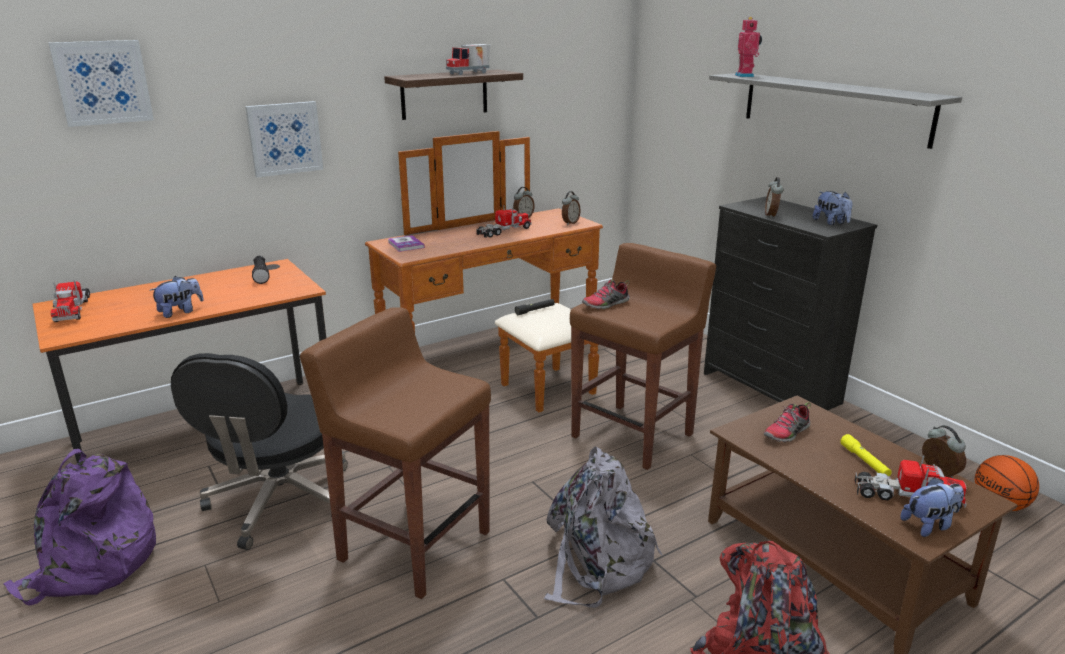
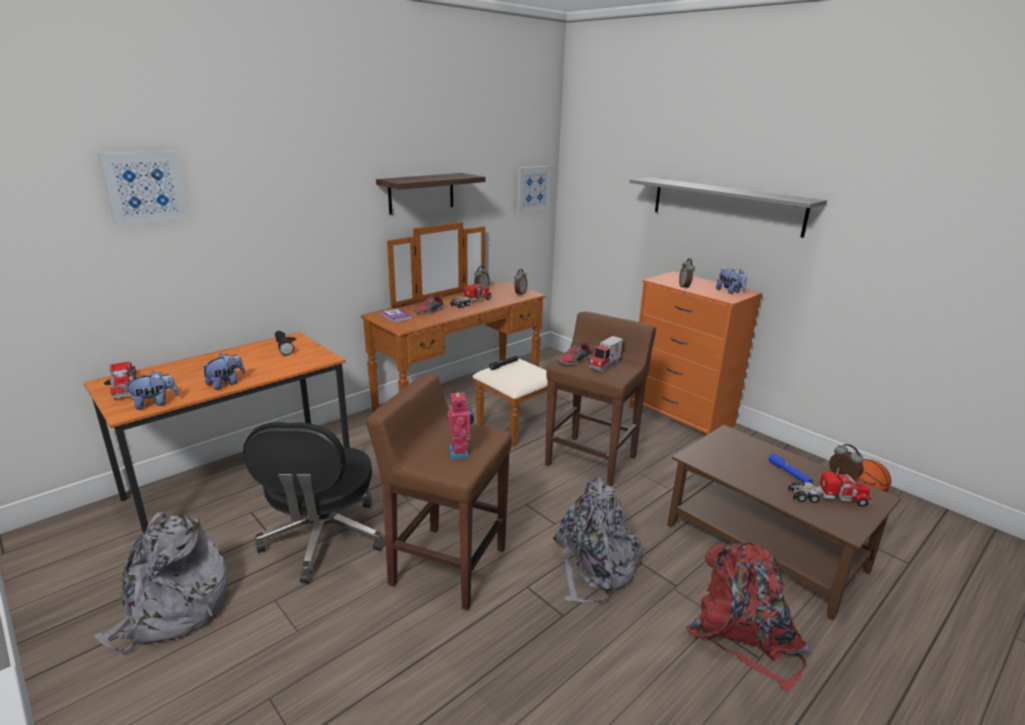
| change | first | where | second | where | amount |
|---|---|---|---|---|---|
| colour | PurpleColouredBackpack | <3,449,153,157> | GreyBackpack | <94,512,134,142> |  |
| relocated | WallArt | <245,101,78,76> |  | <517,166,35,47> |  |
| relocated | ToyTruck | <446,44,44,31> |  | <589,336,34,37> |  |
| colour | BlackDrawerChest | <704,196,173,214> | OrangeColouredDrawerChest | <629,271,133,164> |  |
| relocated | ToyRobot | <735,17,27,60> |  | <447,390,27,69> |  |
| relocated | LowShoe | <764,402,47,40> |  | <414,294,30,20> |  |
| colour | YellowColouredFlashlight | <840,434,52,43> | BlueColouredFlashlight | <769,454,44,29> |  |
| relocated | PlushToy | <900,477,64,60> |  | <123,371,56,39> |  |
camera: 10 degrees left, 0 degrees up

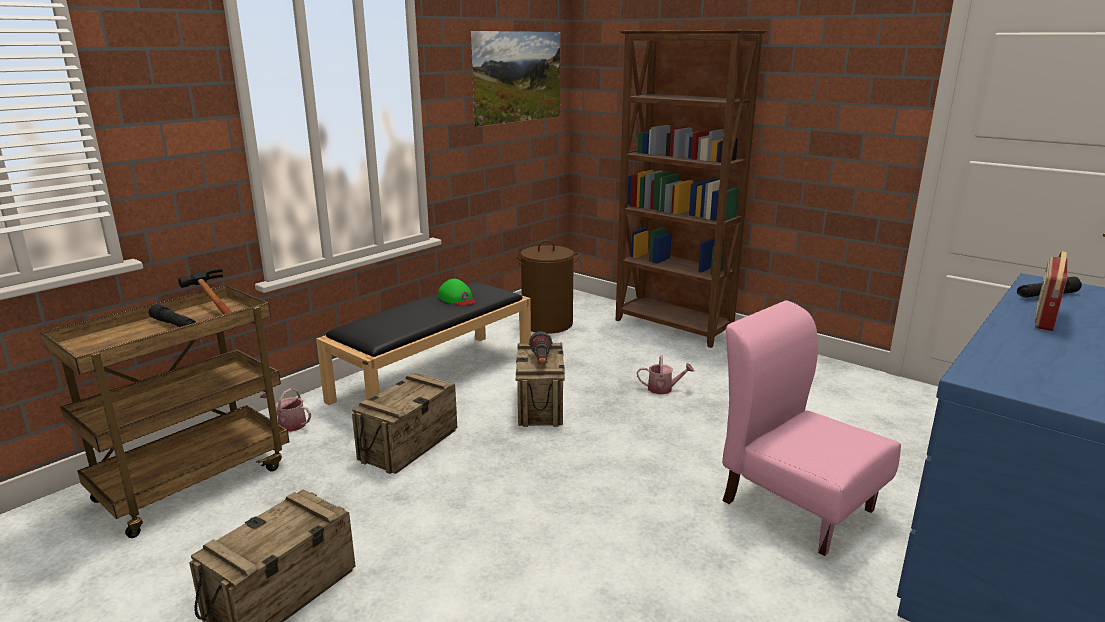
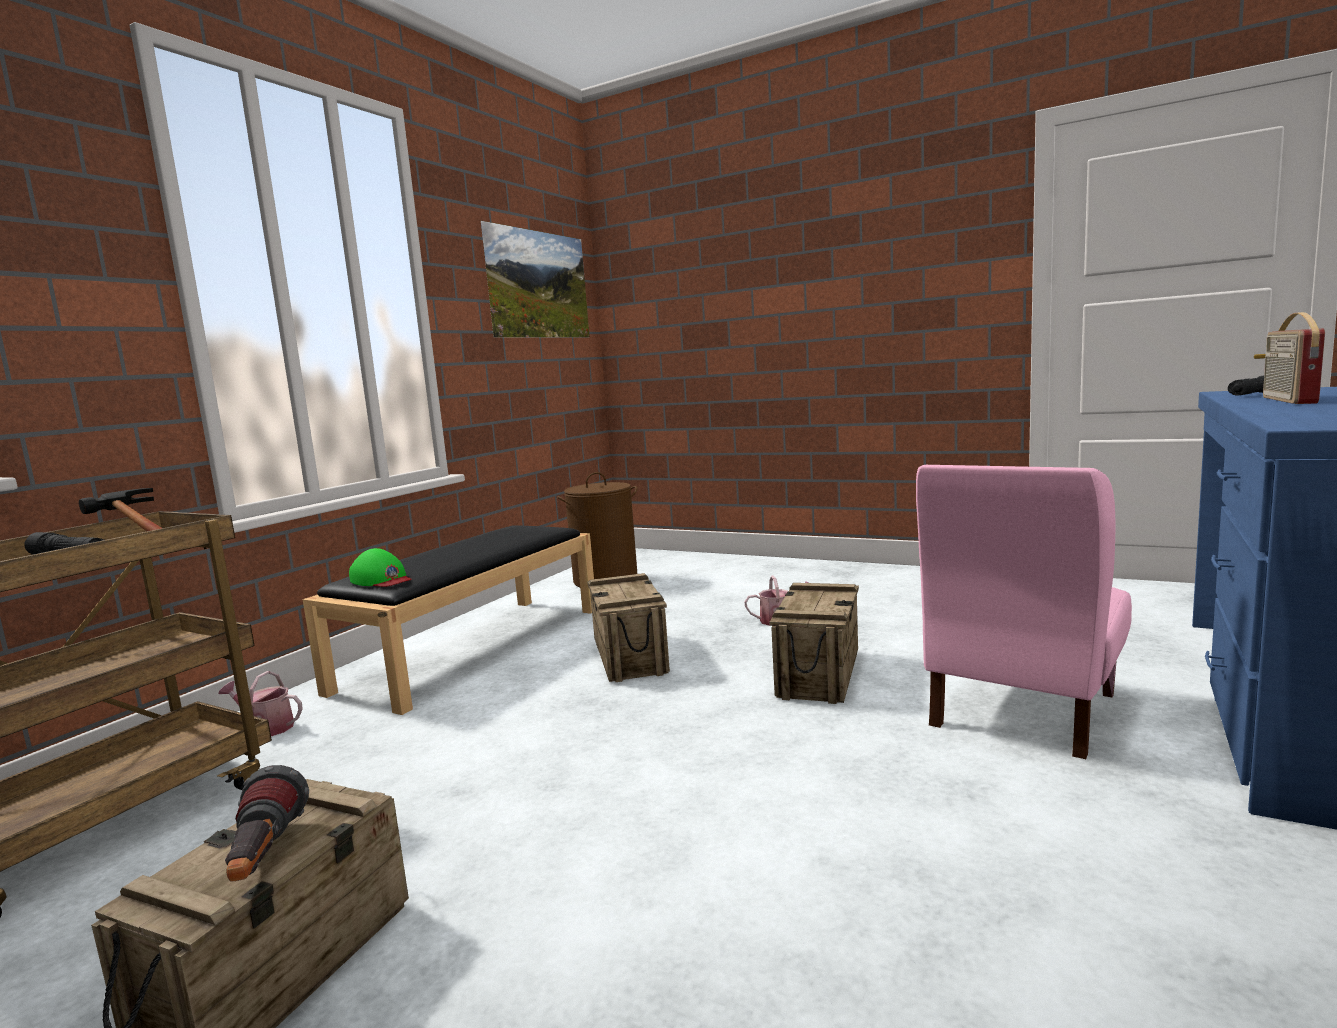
| change | first | where | second | where | amount |
|---|---|---|---|---|---|
| relocated | ShippingCrate | <352,373,105,101> |  | <769,583,90,121> |  |
| relocated | GreenColouredBaseballCap | <438,279,38,27> |  | <349,548,63,39> |  |
| relocated | Flashlight | <529,331,24,34> |  | <225,765,84,117> |  |
| missing | BrownColouredBookcase | <616,30,151,318> |  |  |  |
| spun | PinkPlainChair | <722,300,179,256> |  | <916,465,216,294> | 90 degrees counterclockwise |
camera: 10 degrees left, 10 degrees down

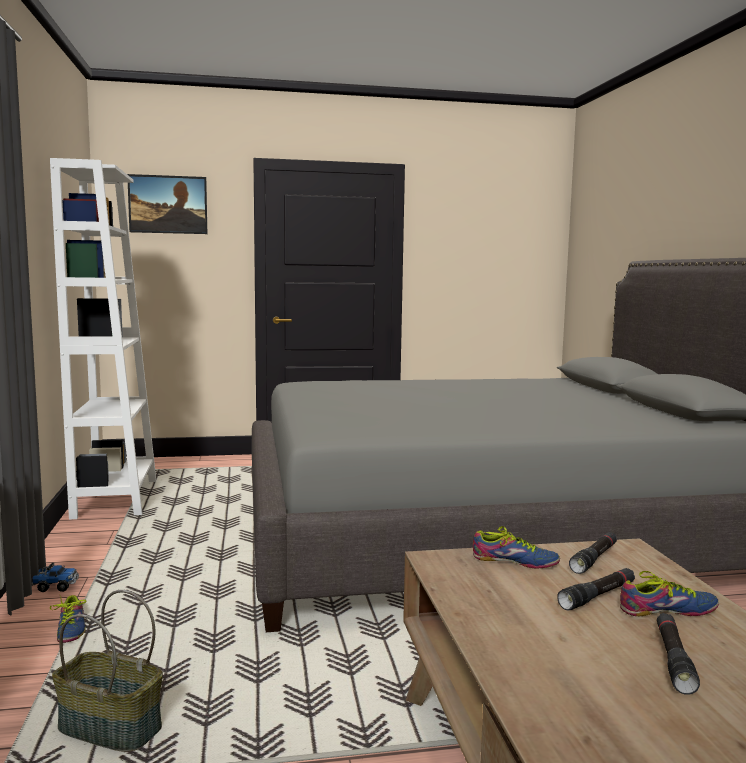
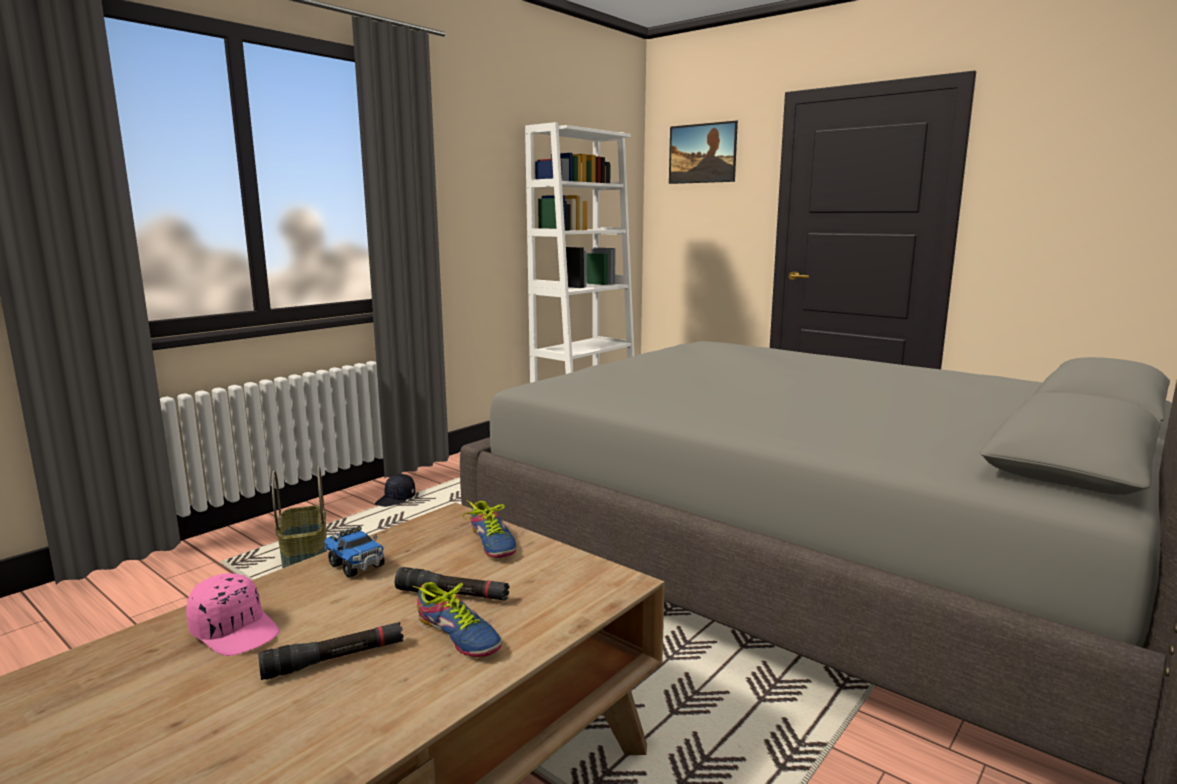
| change | first | where | second | where | amount |
|---|---|---|---|---|---|
| relocated | ToyTruck | <32,563,47,29> |  | <324,526,61,52> |  |
| exchanged | LowShoe | <50,595,37,48> | BlackBaseballCap | <375,474,40,33> |  |
| missing | BlackFlashlight | <569,532,48,42> |  |  |  |
| appeared |  |  | PinkBaseballCap | <186,573,94,83> |  |
camera: 50 degrees right, 5 degrees up

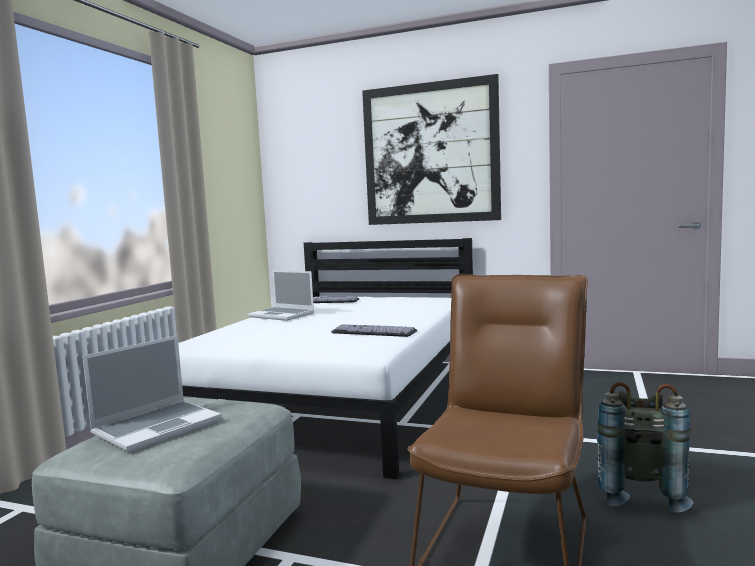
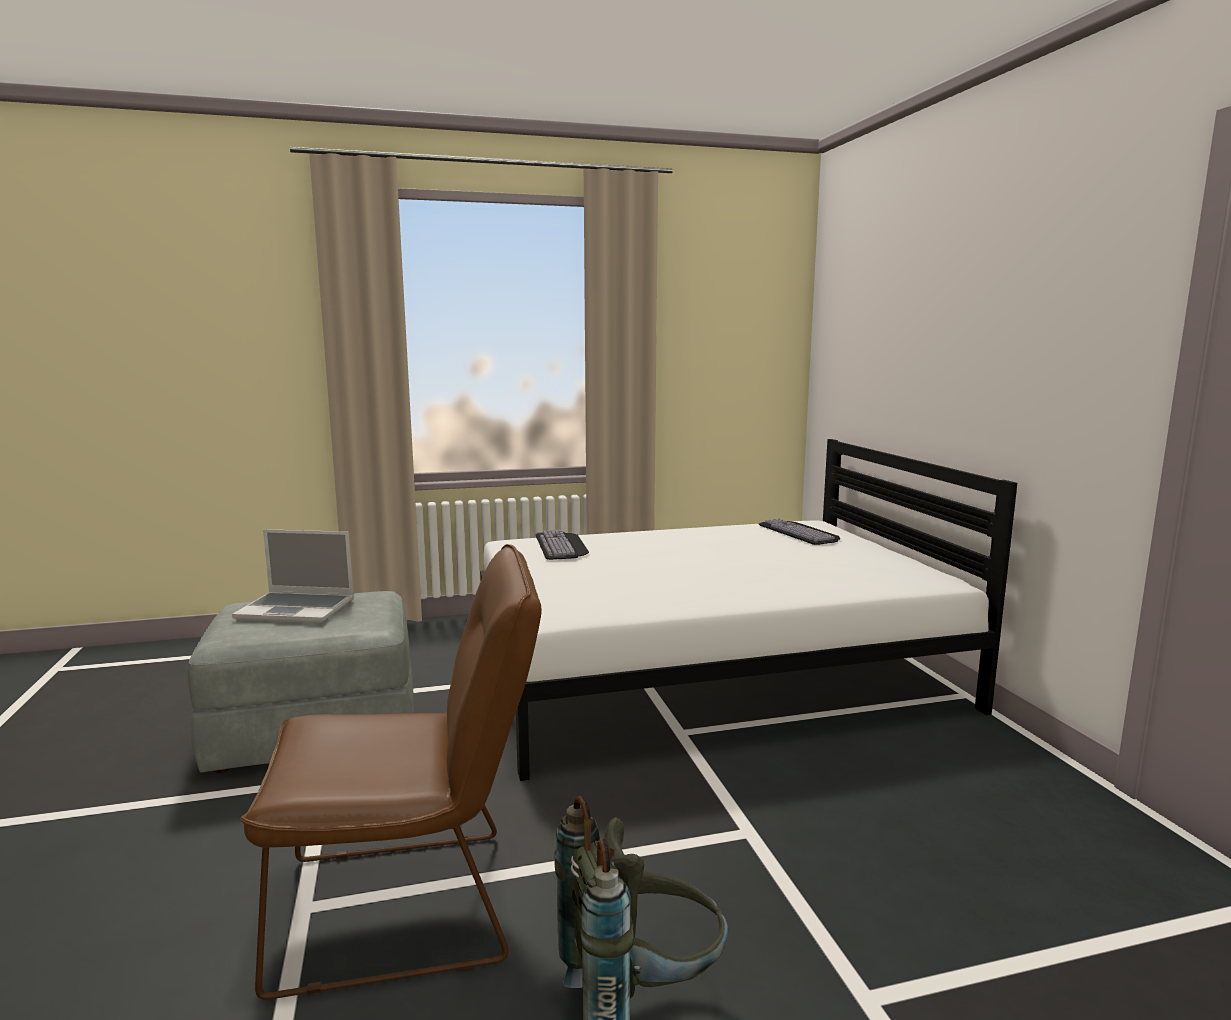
| change | first | where | second | where | amount |
|---|---|---|---|---|---|
| missing | NotebookComputer | <248,270,66,51> |  |  |  |
| relocated | ComputerKeyboard | <331,324,86,13> |  | <535,530,54,30> |  |
| missing | WallArt | <362,74,139,151> |  |  |  |
camera: 55 degrees right, 5 degrees up

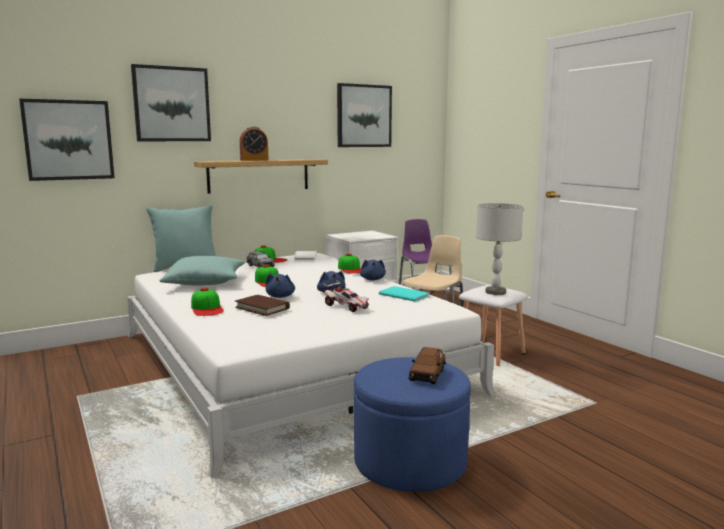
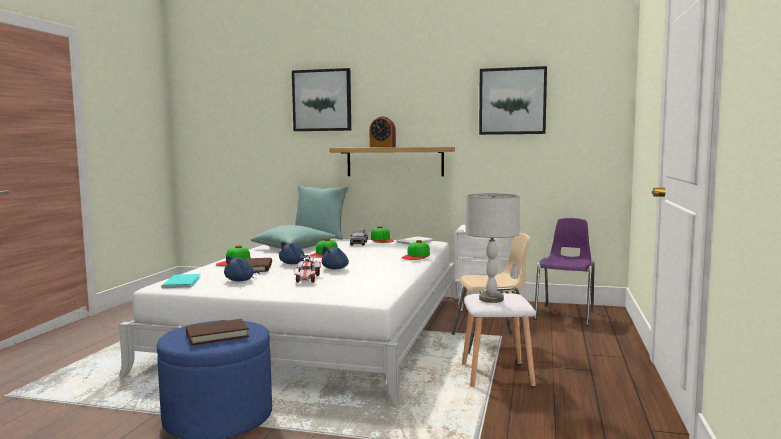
| change | first | where | second | where | amount |
|---|---|---|---|---|---|
| missing | WallArt | <19,99,96,82> |  |  |  |
| relocated | BlueColouredPlushToy | <360,260,26,20> |  | <224,256,36,25> |  |
| relocated | TurquoiseBoundBook | <379,286,50,16> |  | <161,274,40,14> |  |
| exchanged | BrownColouredModelCar | <409,347,37,37> | BrownColouredBoundBook | <186,319,63,26> |  |
camera: 45 degrees right, 5 degrees down

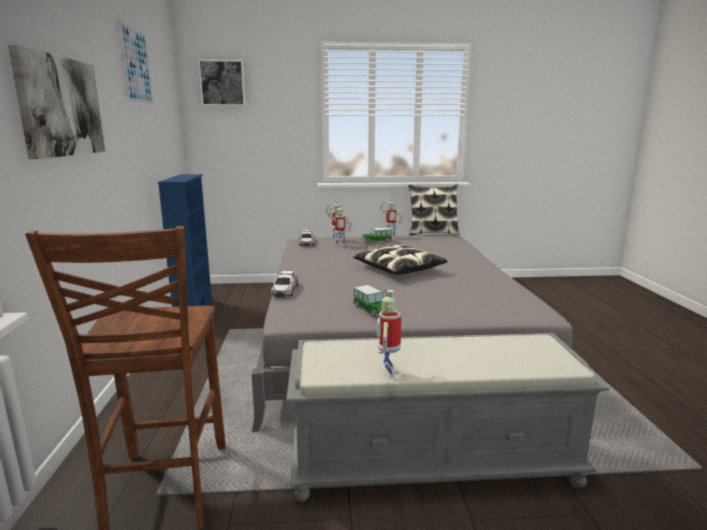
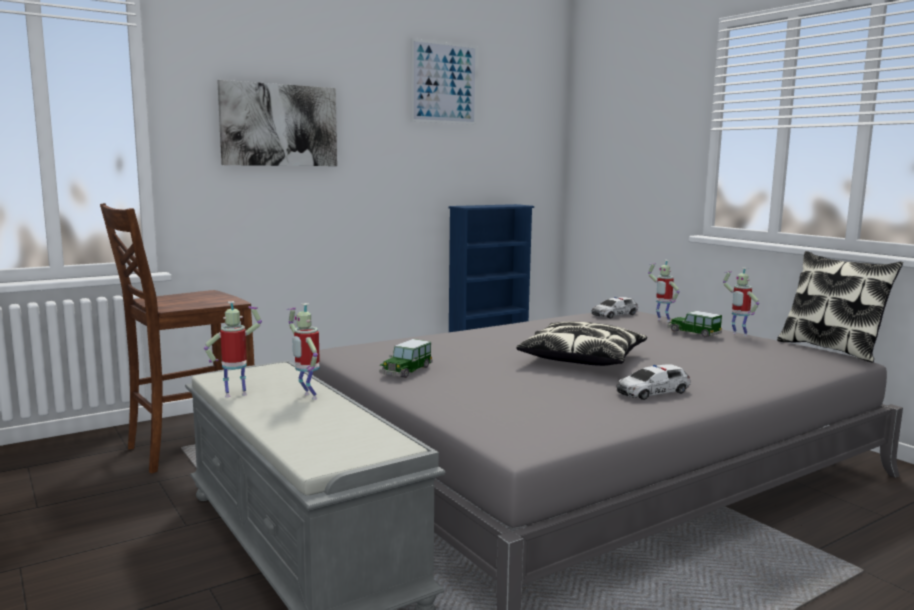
| change | first | where | second | where | amount |
|---|---|---|---|---|---|
| missing | WallArt | <198,59,48,47> |  |  |  |
| relocated | ModelCar | <271,271,27,26> |  | <617,365,74,35> |  |
| relocated | ToyRobot | <328,204,24,42> |  | <286,303,34,97> |  |
camera: 60 degrees right, 5 degrees down

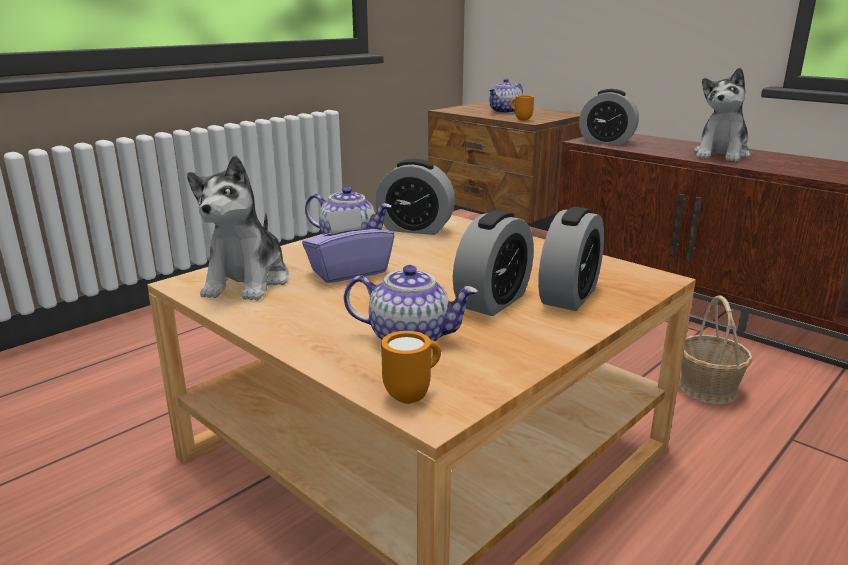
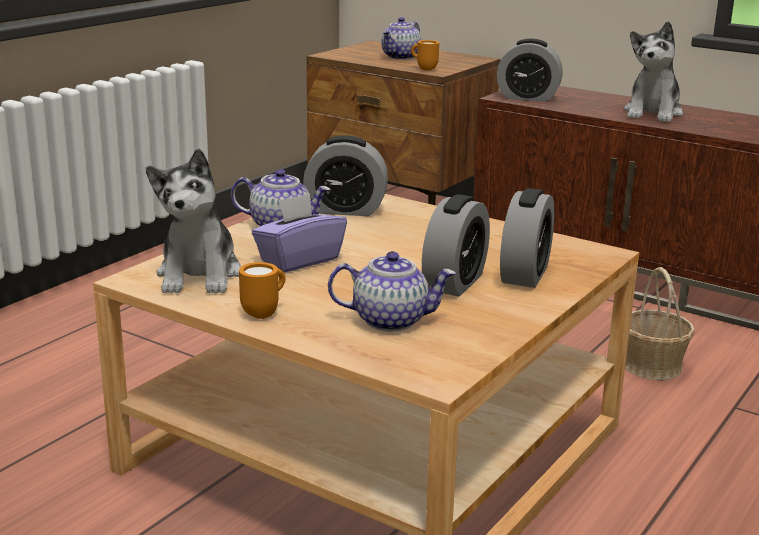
| change | first | where | second | where | amount |
|---|---|---|---|---|---|
| relocated | OrangeColouredCoffeeMug | <381,331,60,73> |  | <239,262,46,57> |  |
camera: 10 degrees left, 0 degrees up

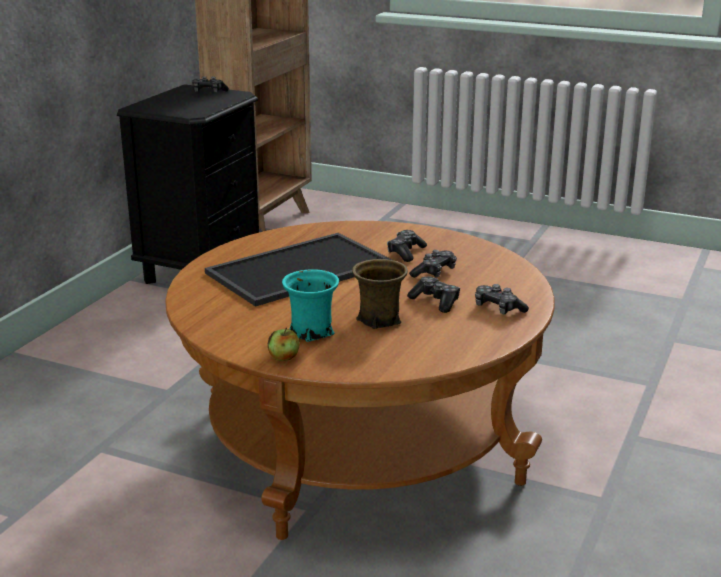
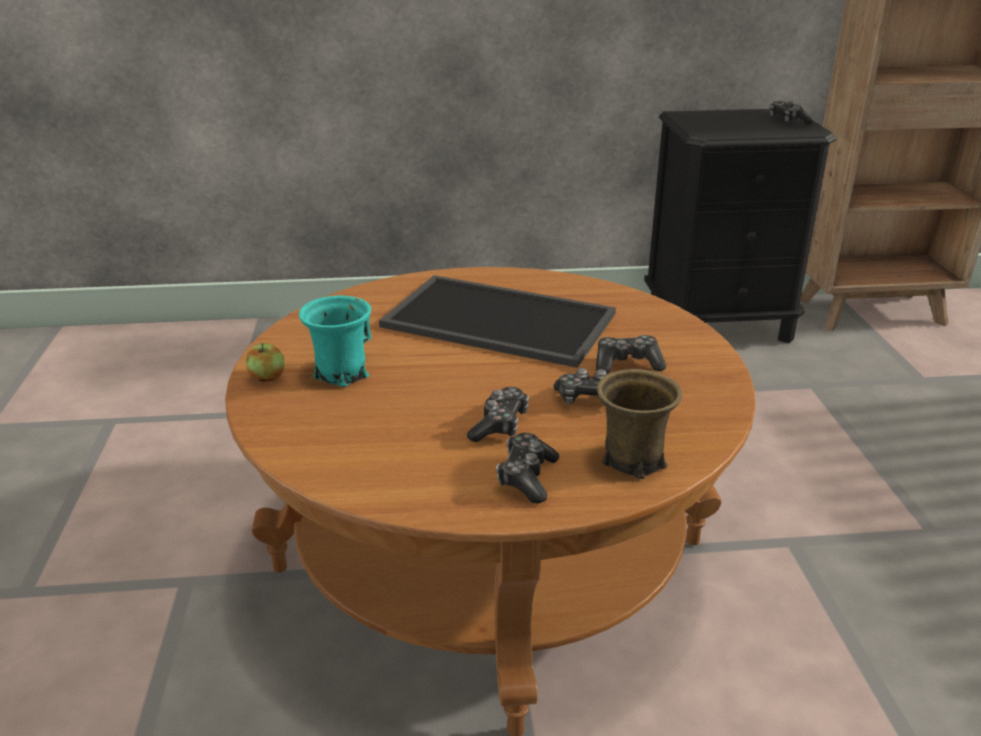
| change | first | where | second | where | amount |
|---|---|---|---|---|---|
| relocated | BrownColouredCoffeeMug | <352,259,56,70> |  | <597,369,85,110> |  |
camera: 60 degrees right, 5 degrees up

